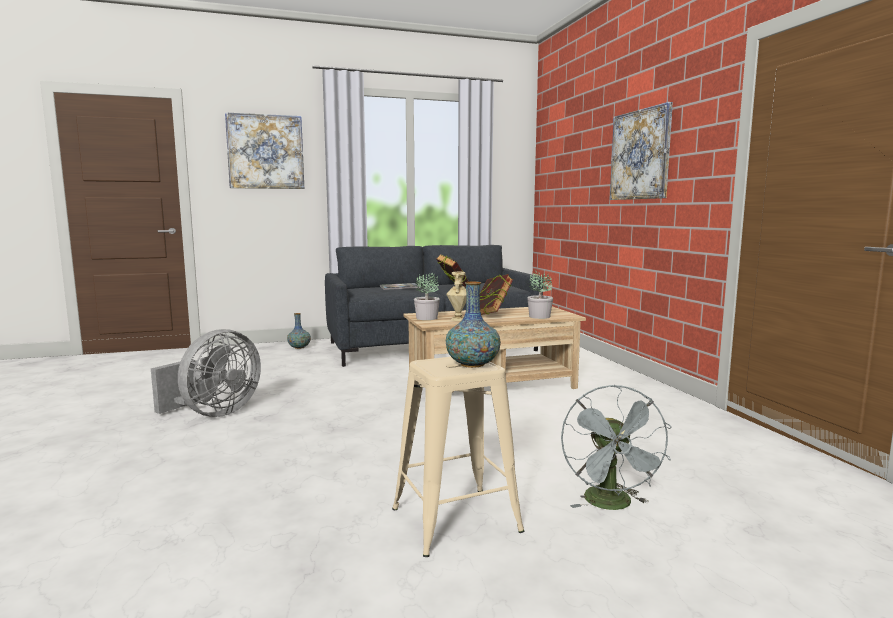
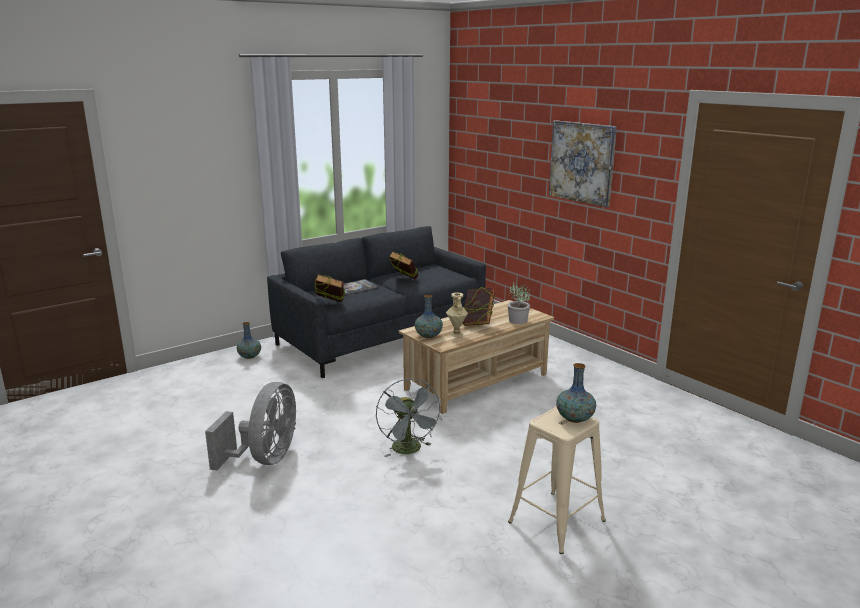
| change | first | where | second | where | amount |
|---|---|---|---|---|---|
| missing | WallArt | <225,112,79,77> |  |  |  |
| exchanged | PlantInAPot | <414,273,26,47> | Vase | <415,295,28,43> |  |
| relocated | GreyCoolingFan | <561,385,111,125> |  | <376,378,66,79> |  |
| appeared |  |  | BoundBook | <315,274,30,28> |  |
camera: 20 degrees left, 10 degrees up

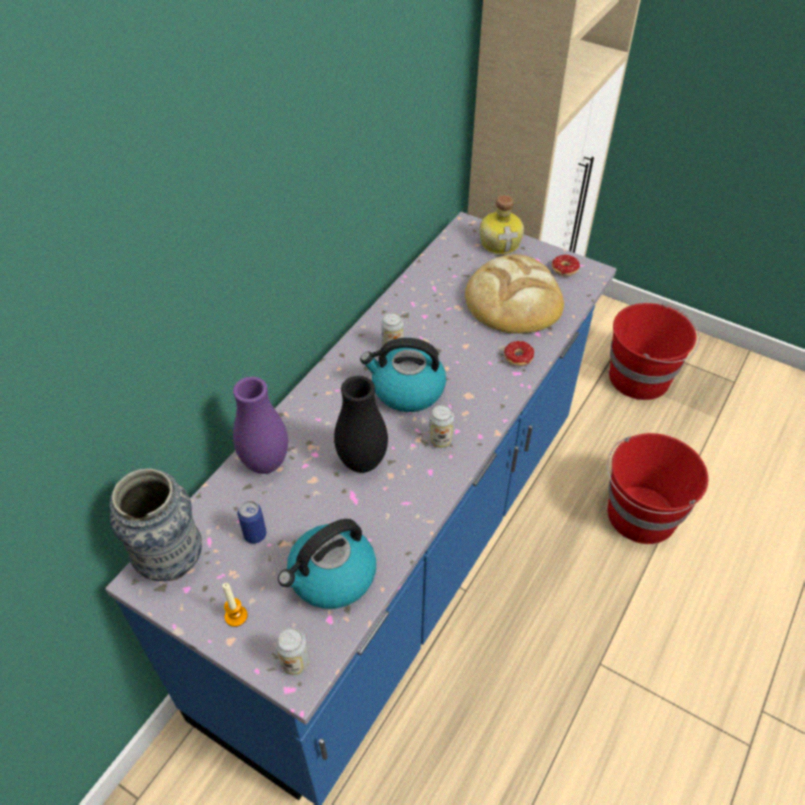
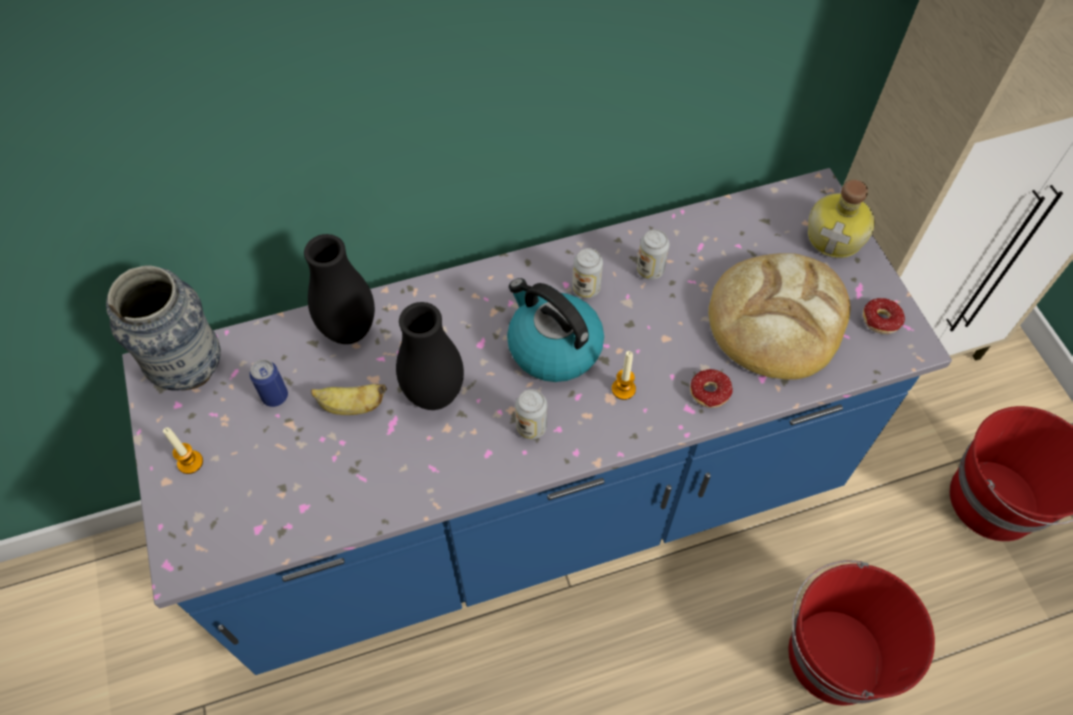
| change | first | where | second | where | amount |
|---|---|---|---|---|---|
| colour | PurpleColouredVase | <233,377,55,97> | BlackVase | <304,234,71,110> |  |
| relocated | SealedCan | <276,628,34,47> |  | <637,229,33,51> |  |
| missing | TeaKettle | <278,519,98,90> |  |  |  |
| appeared |  |  | BananaFruit | <311,384,76,31> |  |
| appeared |  |  | Candle | <612,351,24,49> |  |
camera: 40 degrees right, 10 degrees up

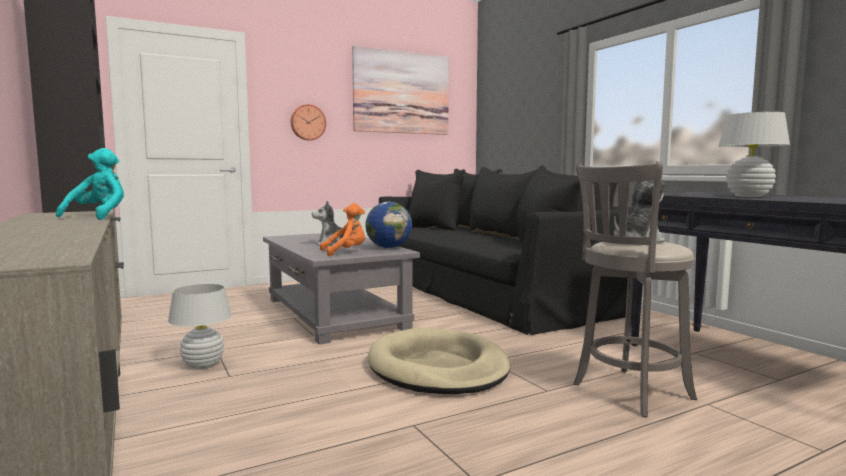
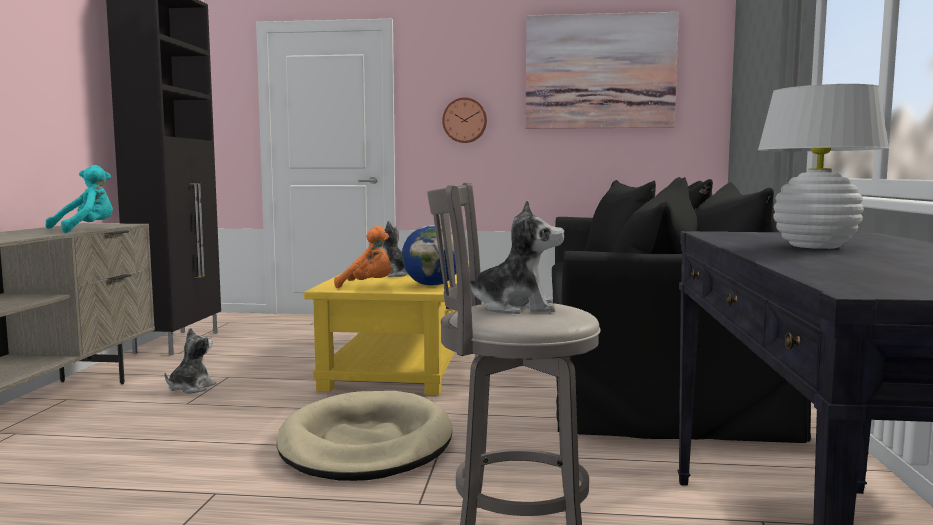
| change | first | where | second | where | amount |
|---|---|---|---|---|---|
| exchanged | WhiteColouredTabletopLamp | <168,284,64,85> | PlushToy | <165,328,51,66> |  |
| colour | GreyLowTable | <263,233,157,112> | YellowColouredLowTable | <304,261,165,134> |  |
camera: 35 degrees right, 0 degrees up

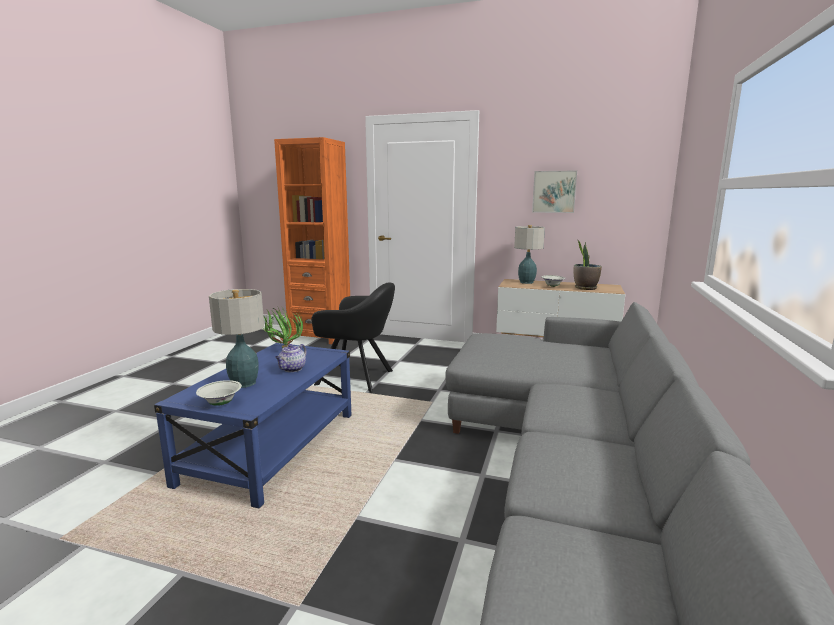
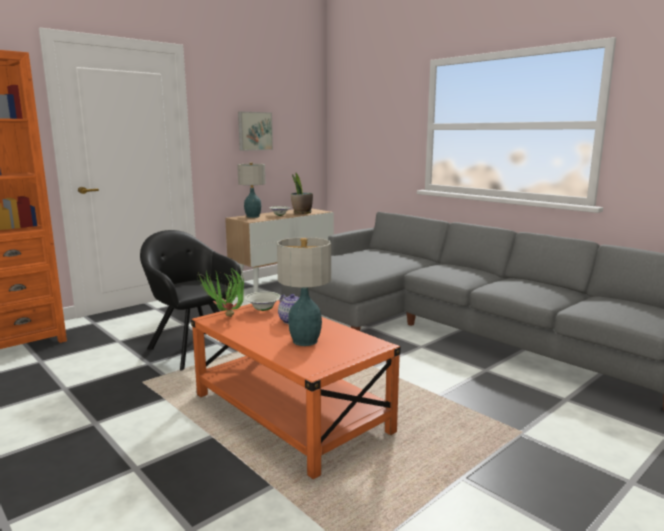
| change | first | where | second | where | amount |
|---|---|---|---|---|---|
| colour | BlueColouredLowTable | <154,343,197,165> | OrangeColouredLowTable | <191,300,210,179> |  |
| relocated | WhiteColouredDeepDish | <196,380,46,26> |  | <245,292,36,19> |  |
| spun | BlackEasyChair | <311,283,84,109> |  | <140,230,101,141> | 90 degrees counterclockwise |
camera: 60 degrees left, 0 degrees up

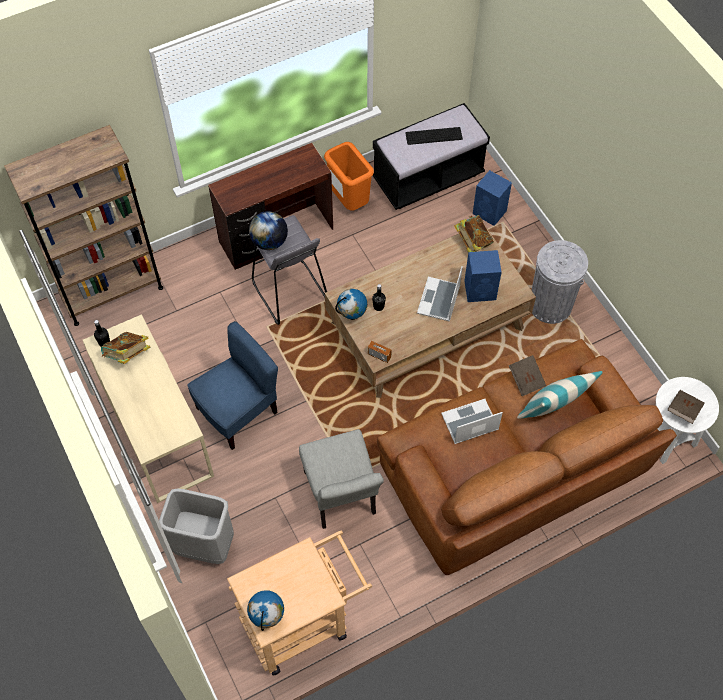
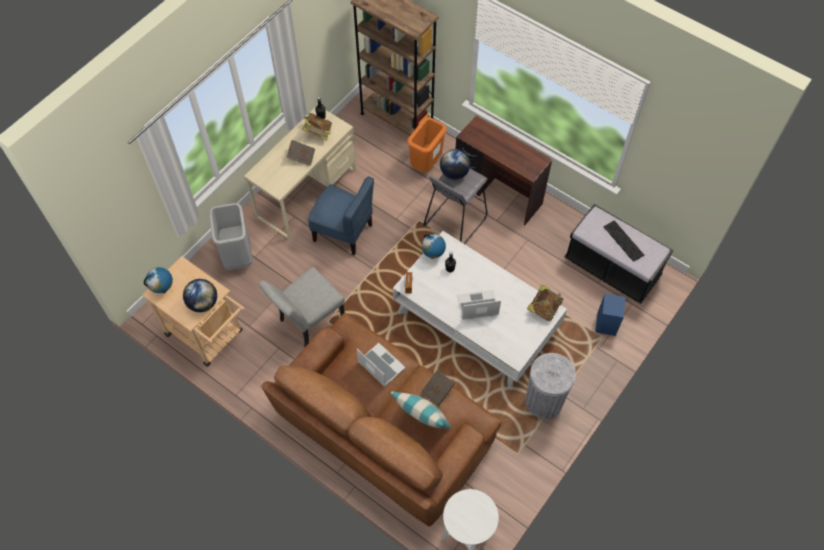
| change | first | where | second | where | amount |
|---|---|---|---|---|---|
| relocated | OrangeColouredRubbishBin | <324,142,50,68> |  | <407,117,40,55> |  |
| colour | BrownColouredLowTable | <325,226,211,172> | WhiteColouredLowTable | <393,231,174,158> |  |
| missing | BlueColouredLoudspeaker | <464,250,38,52> |  |  |  |
| relocated | BrownColouredBoundBook | <668,390,37,34> |  | <287,140,28,26> |  |
| appeared |  |  | DeskGlobe | <183,279,34,33> |  |
camera: 65 degrees right, 0 degrees up

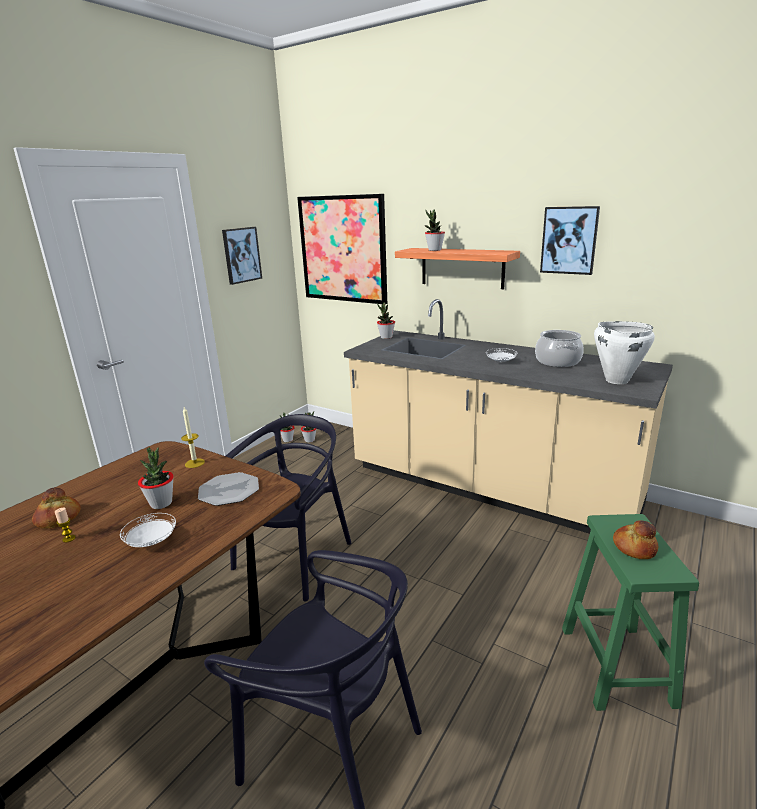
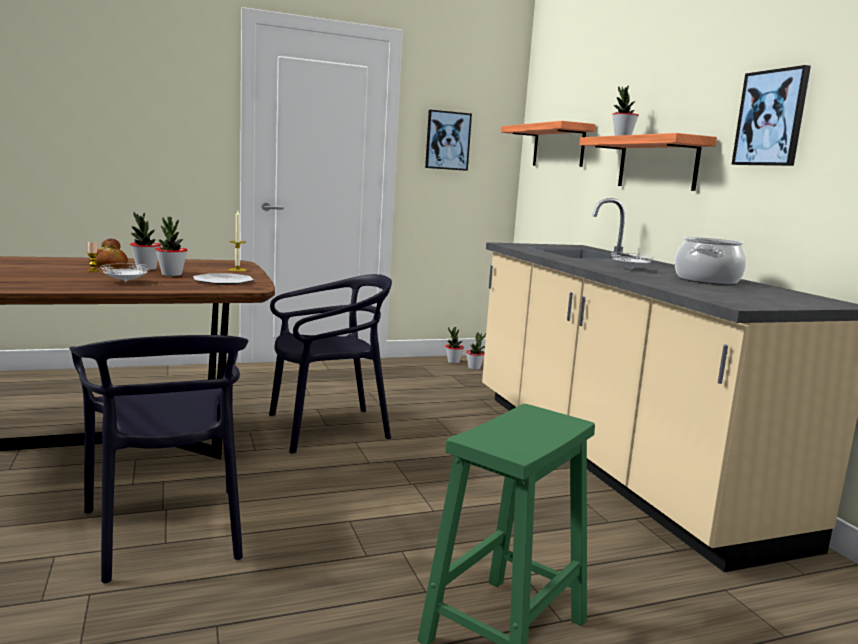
| change | first | where | second | where | amount |
|---|---|---|---|---|---|
| exchanged | WallArt | <297,194,90,110> | WallShelf | <501,121,94,46> |  |
| relocated | PlantInAPot | <377,302,18,37> |  | <130,212,31,58> |  |
| missing | WhiteColouredCookingPot | <594,321,61,63> |  |  |  |
| missing | BakeryBread | <613,520,45,39> |  |  |  |
camera: 35 degrees right, 10 degrees down

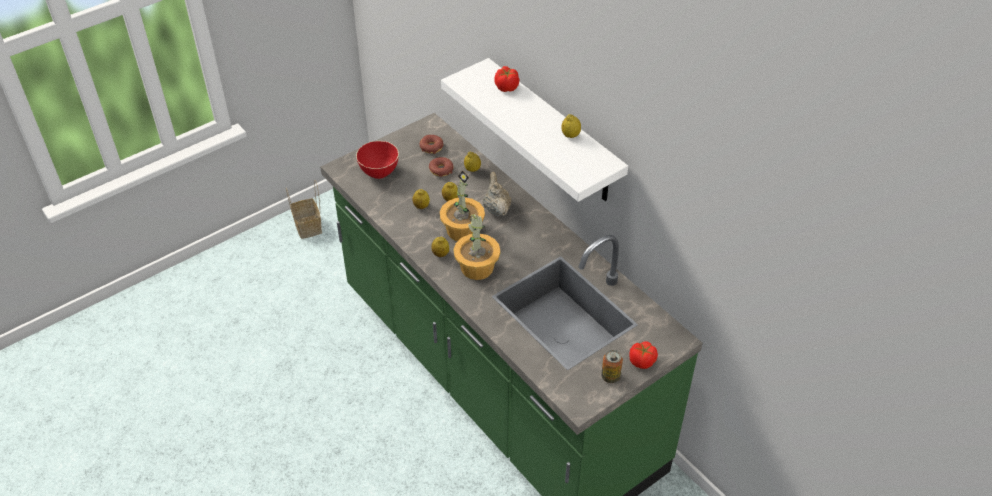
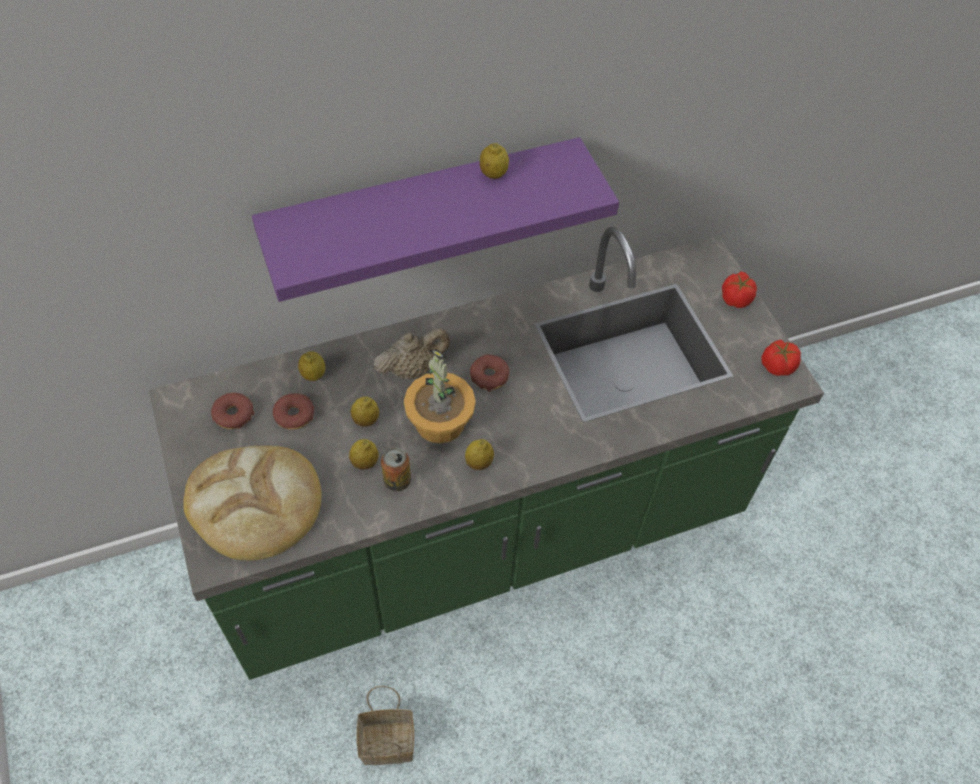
| change | first | where | second | where | amount |
|---|---|---|---|---|---|
| relocated | StorageBasket | <286,180,36,59> |  | <357,686,57,79> |  |
| exchanged | ReddishDeepDish | <356,141,43,38> | BakeryBread | <183,446,139,114> |  |
| colour | WhiteColouredWallShelf | <441,58,187,144> | PurpleColouredWallShelf | <252,137,367,165> |  |
| missing | PlantInAPot | <454,213,46,67> |  |  |  |
| spun | SandColouredTeapot | <483,172,29,44> |  | <374,328,76,51> | 150 degrees clockwise |
| relocated | FreshTomato | <494,66,25,26> |  | <762,340,39,36> |  |
| relocated | SealedCan | <601,350,22,33> |  | <381,447,30,44> |  |
| appeared |  |  | Donut | <470,354,39,38> |  |
camera: 75 degrees left, 10 degrees up

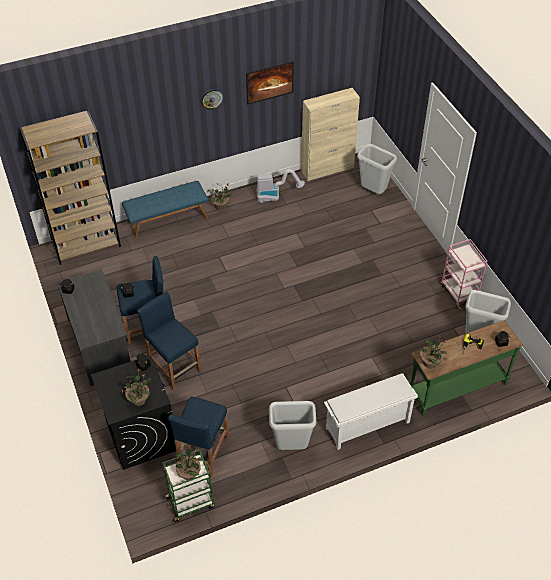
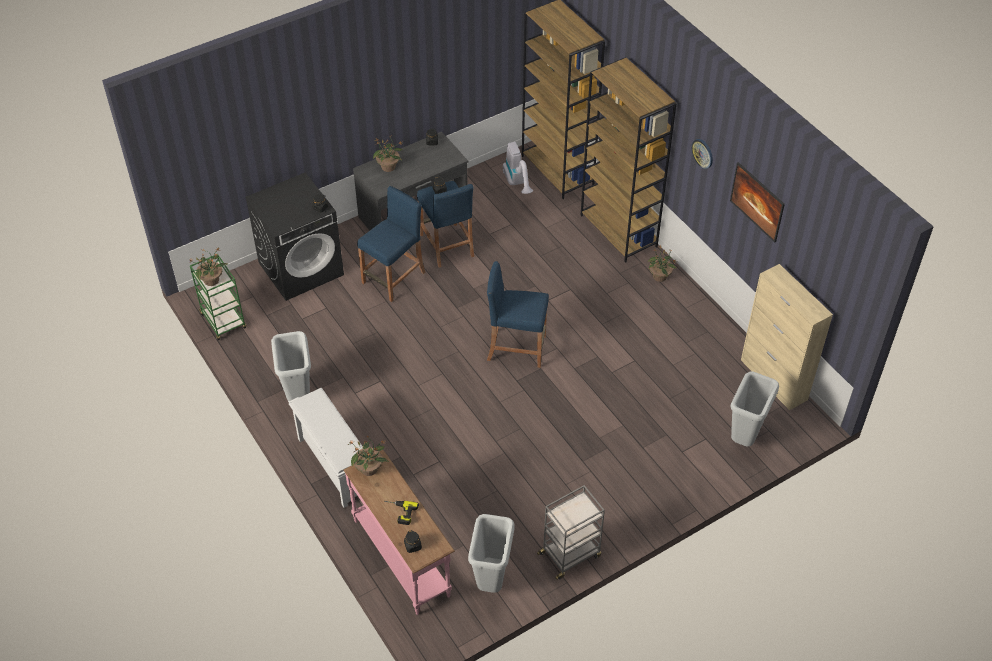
| change | first | where | second | where | amount |
|---|---|---|---|---|---|
| relocated | PlantInAPot | <121,369,30,37> |  | <373,136,30,36> |  |
| exchanged | BlueColouredIndoorBench | <122,181,86,59> | BrownColouredBookcase | <580,58,96,205> |  |
| relocated | BlueColouredSittingStool | <168,396,61,82> |  | <487,261,62,107> |  |
| relocated | Hoover | <257,169,48,34> |  | <503,142,30,52> |  |
| colour | GreenColouredNarrowTable | <410,320,113,96> | PinkNarrowTable | <344,450,111,165> |  |
| colour | PinkCart | <440,239,47,71> | GreyCart | <537,485,68,95> |  |
camera: 80 degrees right, 0 degrees up

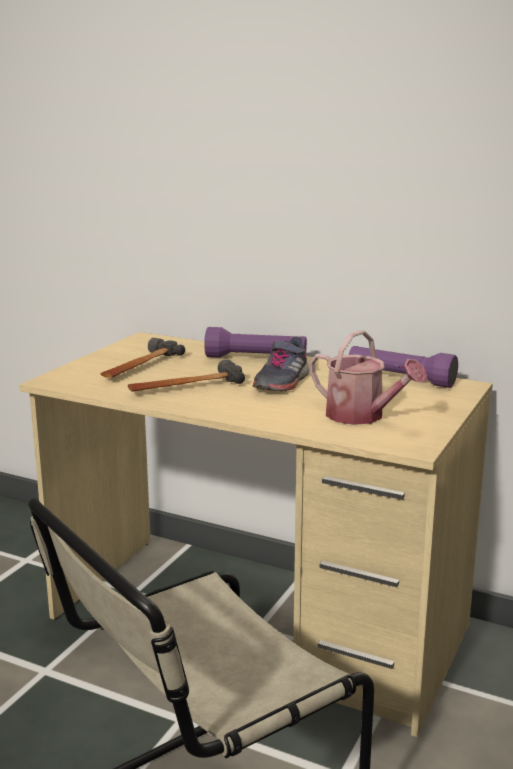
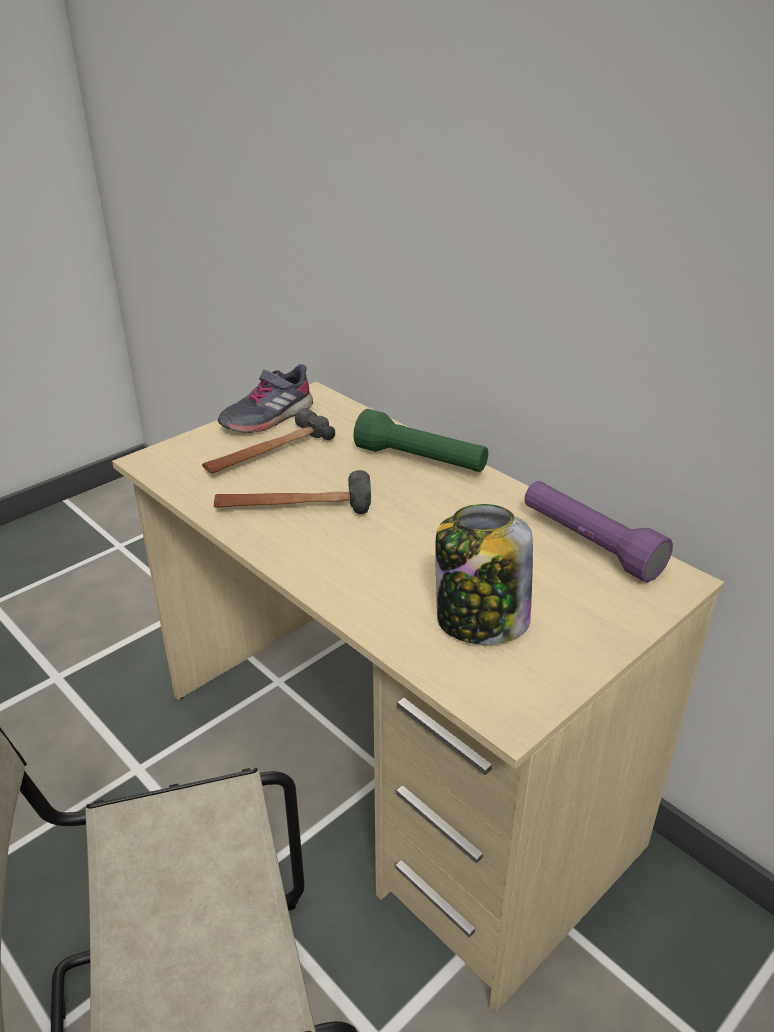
| change | first | where | second | where | amount |
|---|---|---|---|---|---|
| colour | PurpleColouredFlashlight | <204,327,103,30> | GreenColouredFlashlight | <353,409,135,63> |  |
| relocated | GreyLowShoe | <253,337,56,54> |  | <218,364,95,69> |  |
| exchanged | SprinklingCan | <310,330,118,95> | PreserveJar | <435,504,98,141> |  |
camera: 20 degrees right, 15 degrees up

